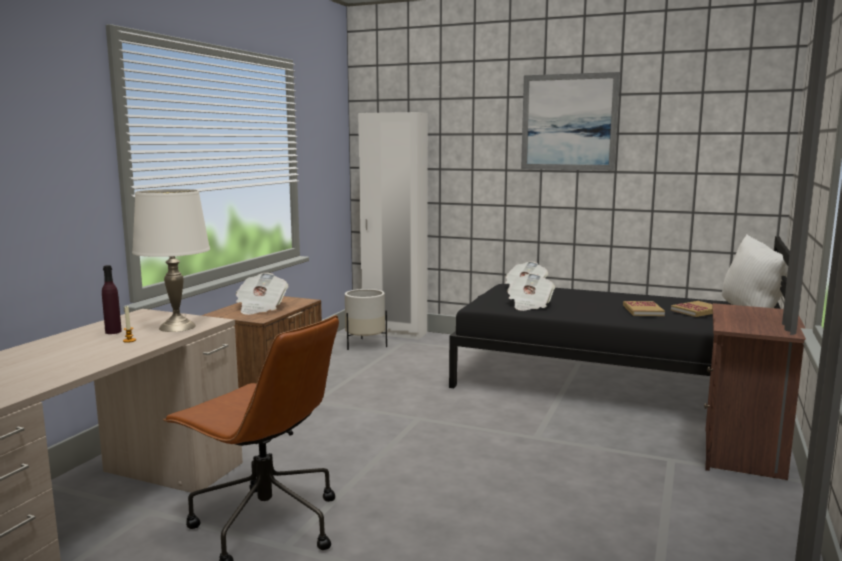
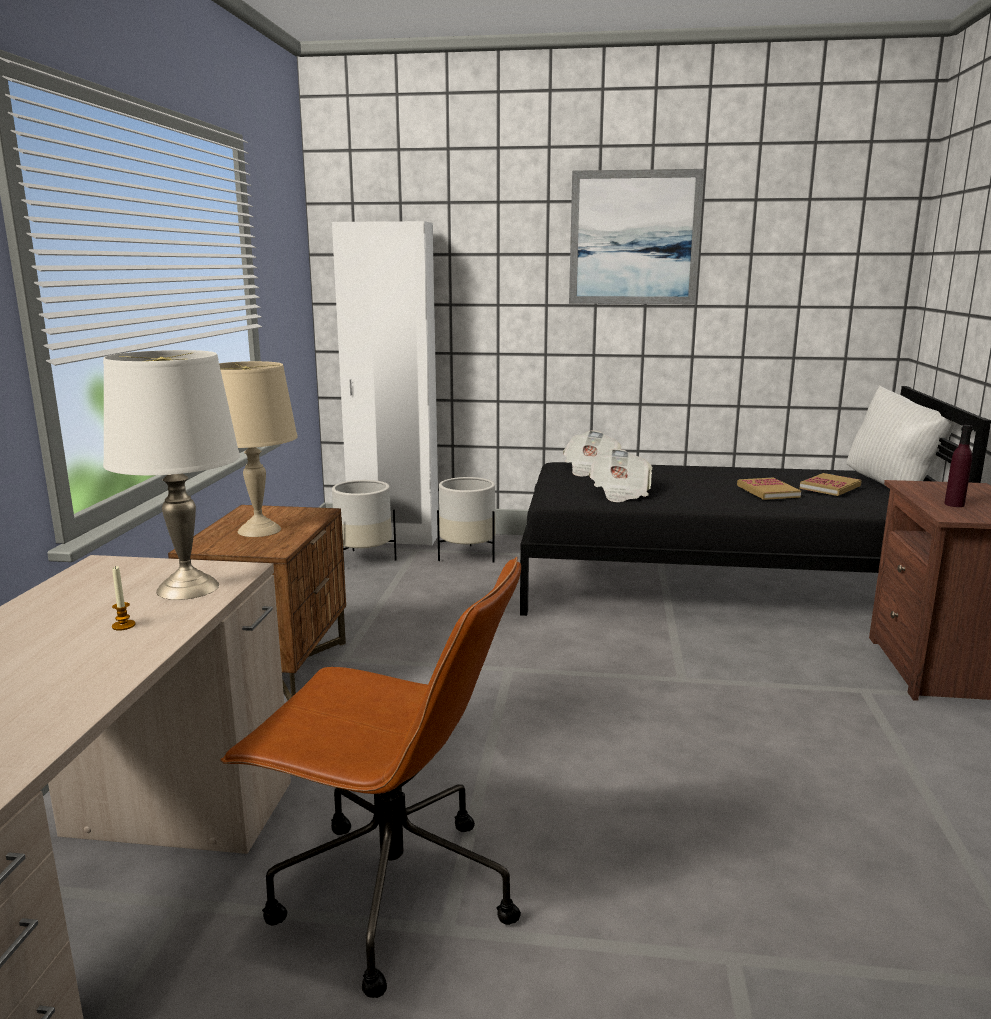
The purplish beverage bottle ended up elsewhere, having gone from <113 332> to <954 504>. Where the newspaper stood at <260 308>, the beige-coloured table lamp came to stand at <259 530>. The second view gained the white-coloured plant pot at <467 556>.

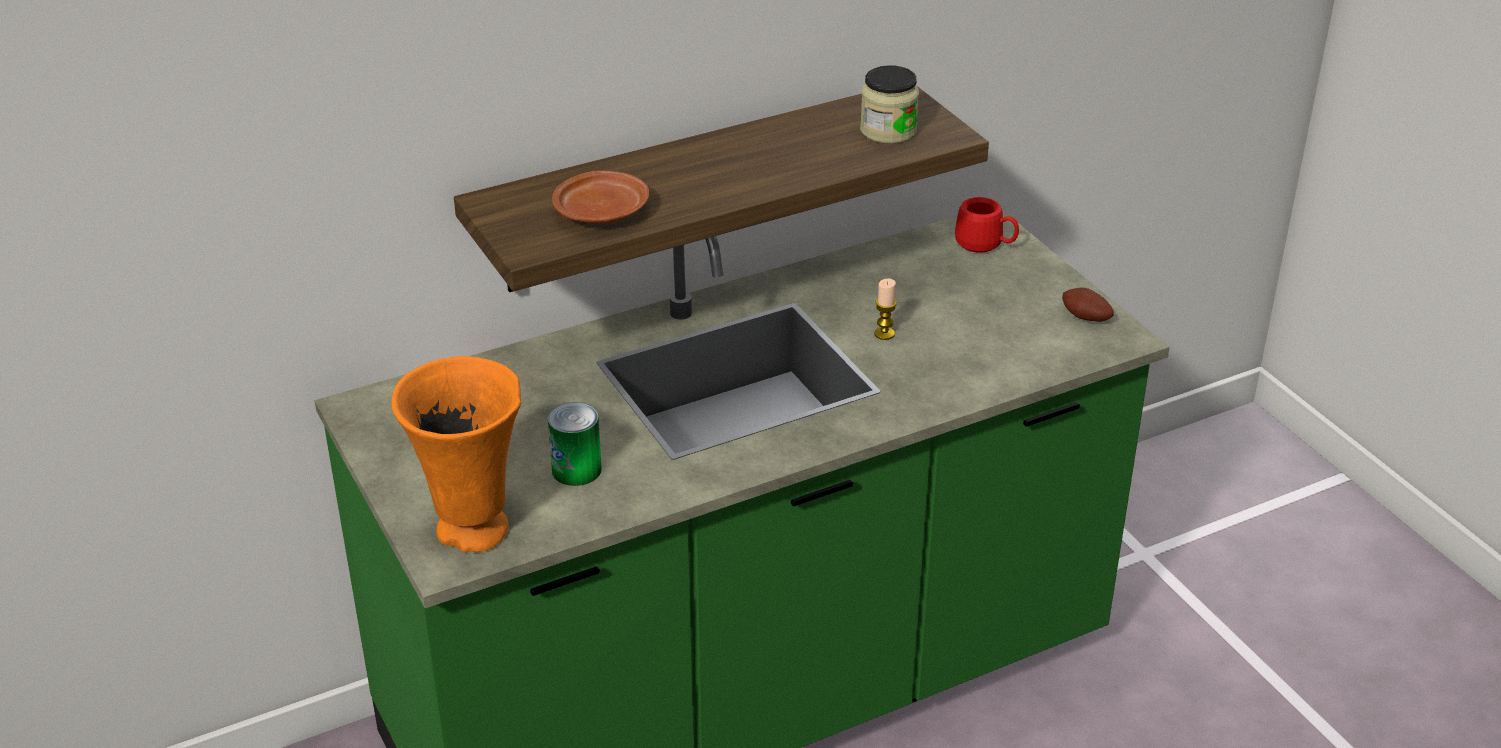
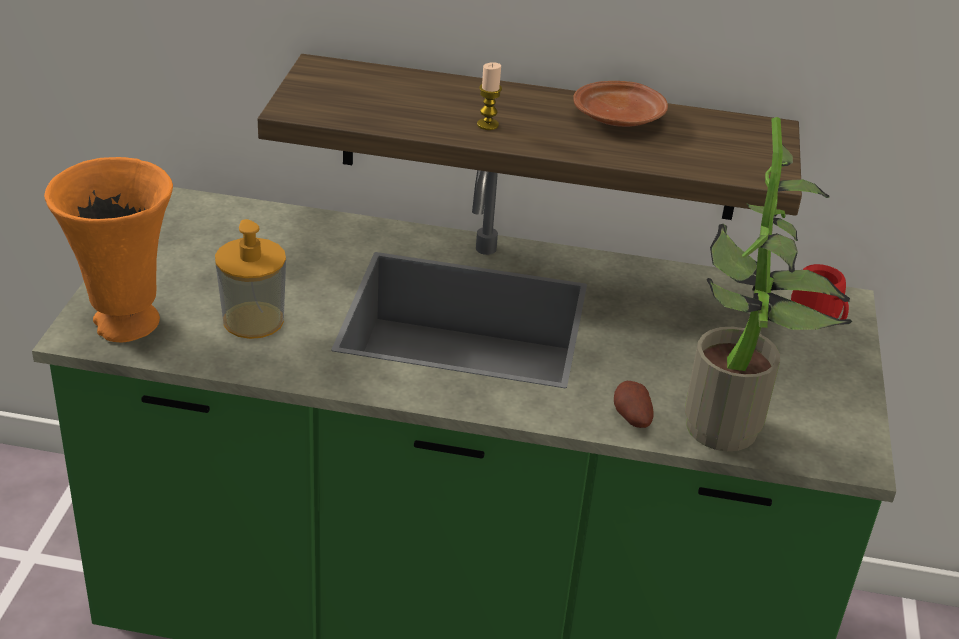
Where the can stood at <576 470>, the soap dispenser came to stand at <253 320>. The brownish dinner plate ended up elsewhere, having gone from <602 212> to <619 118>. The second view lost the preserve jar at <888 131>. The wax candle ended up elsewhere, having gone from <884 334> to <487 125>. The spud ended up elsewhere, having gone from <1085 319> to <630 418>. The second view gained the potted plant at <734 430>.

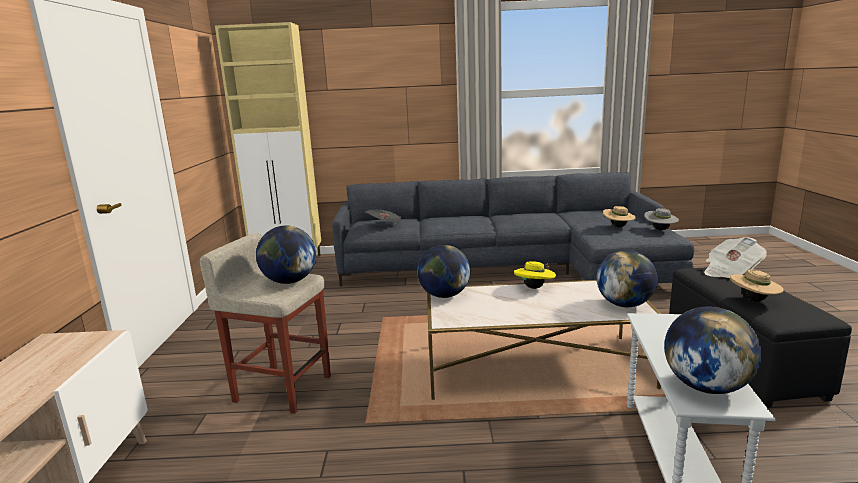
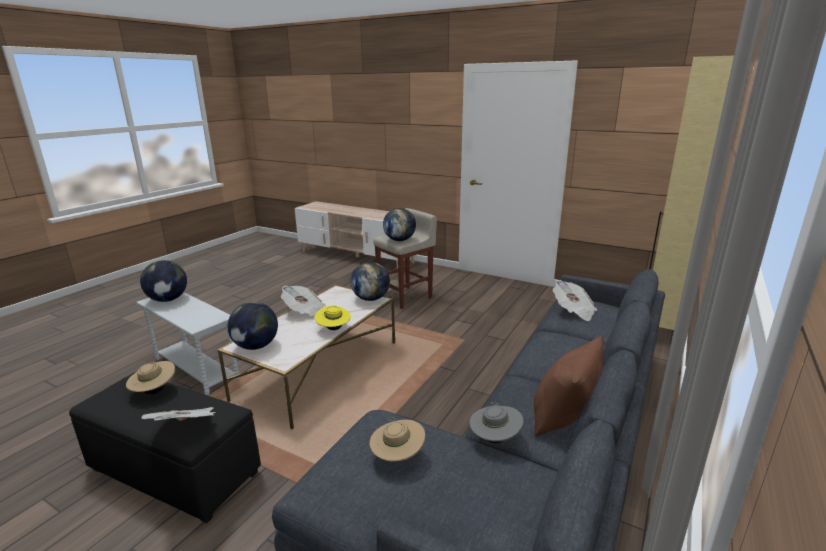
The greyish wearable hat ended up elsewhere, having gone from <660 229> to <494 438>. The second view gained the newspaper at <305 311>. The second view gained the brownish throw pillow at <564 417>.

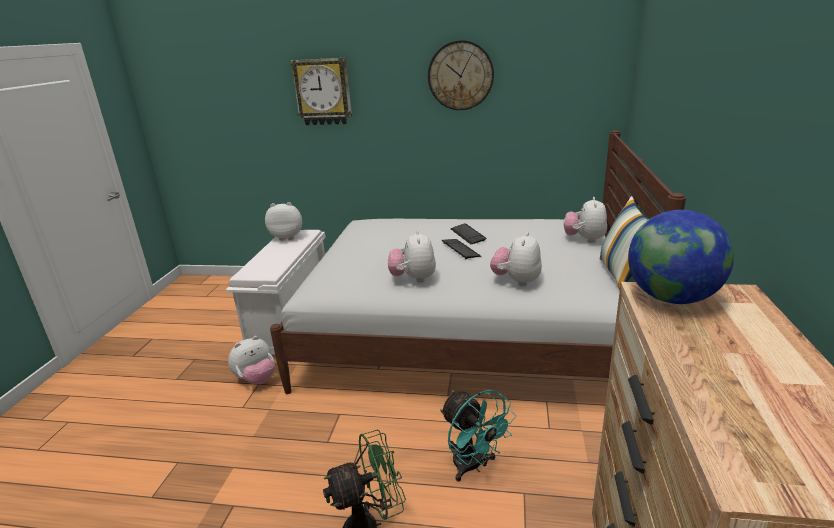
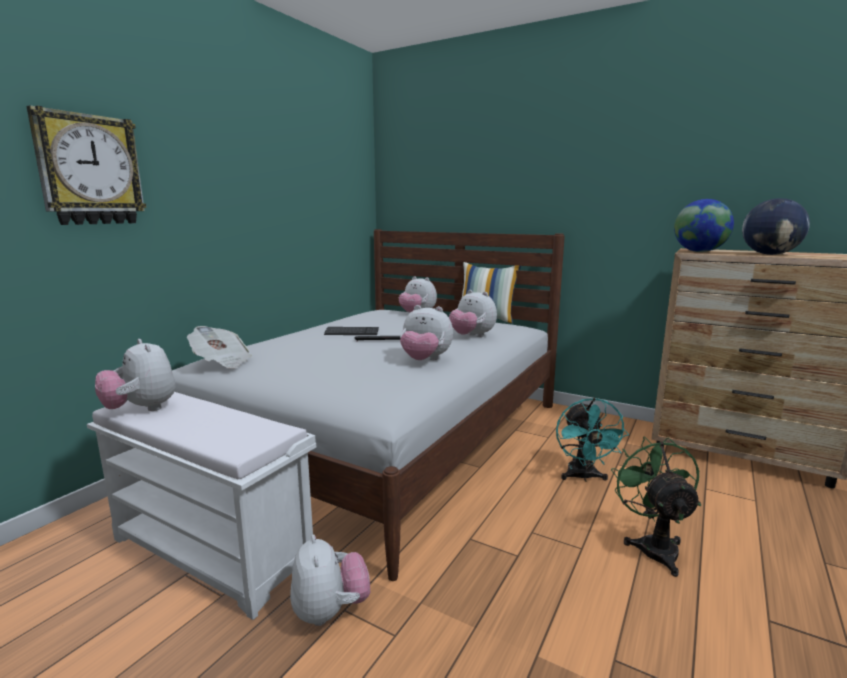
The plush toy at <287 237> ended up facing another way, 60 degrees counterclockwise from before. The second view lost the clock on the wall at <460 75>. The blue-green electric fan at <473 466> ended up facing another way, 105 degrees clockwise from before. The second view gained the newspaper at <221 362>. The second view gained the desk globe at <770 254>.

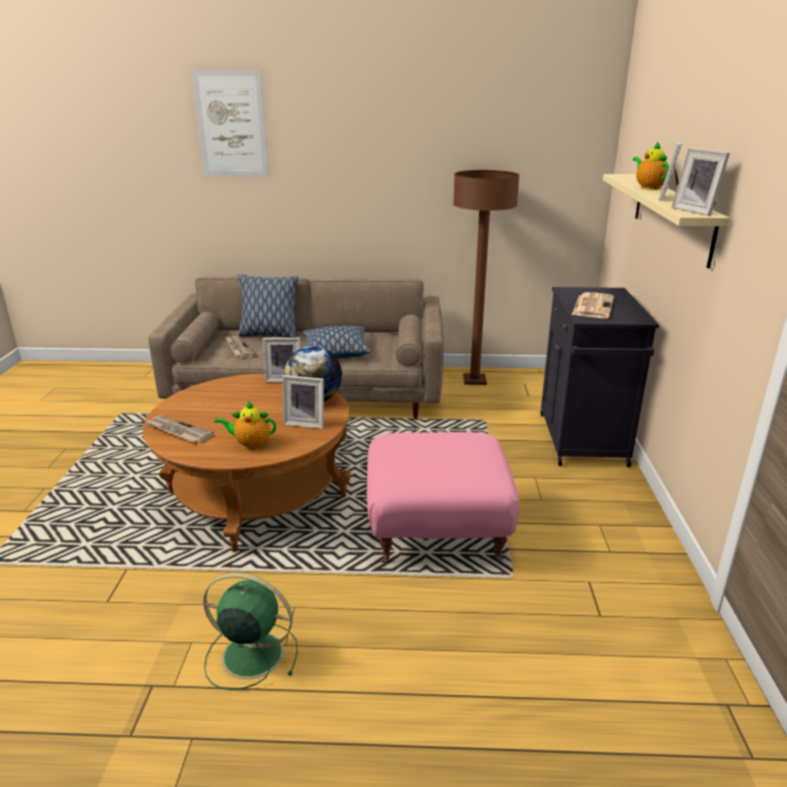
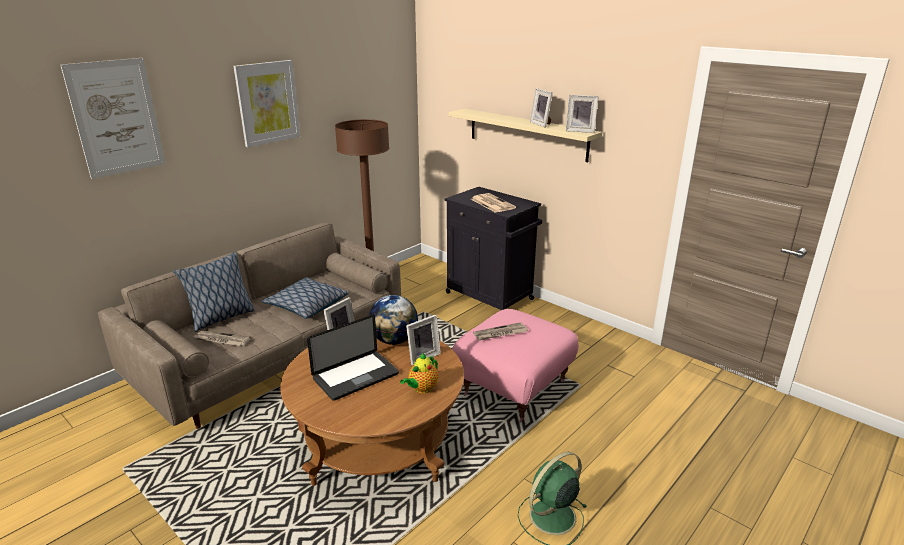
The newspaper ended up elsewhere, having gone from <177 431> to <500 333>. The second view lost the teapot at <648 187>. The second view gained the wall picture at <267 103>. The second view gained the laptop at <356 376>.

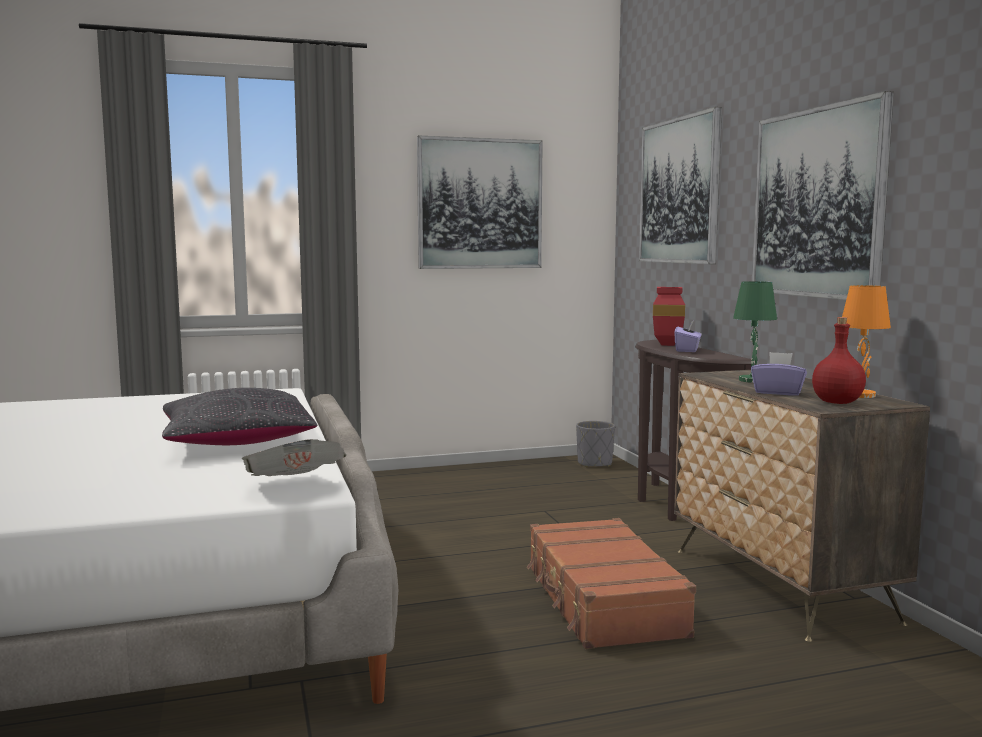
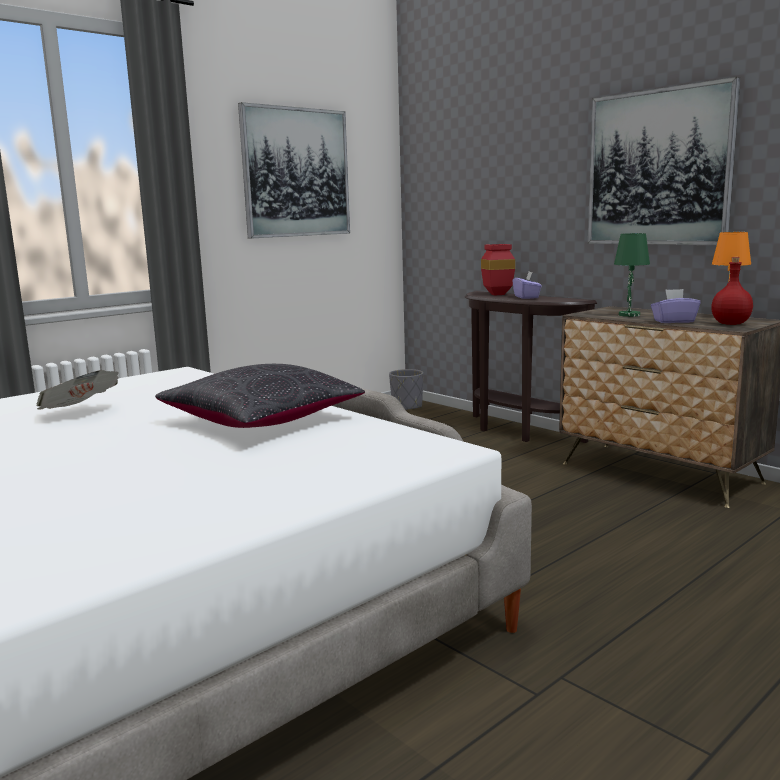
The newspaper ended up elsewhere, having gone from <295 487> to <80 412>. The second view lost the brownish travel case at <602 601>. The second view lost the wall picture at <679 191>.

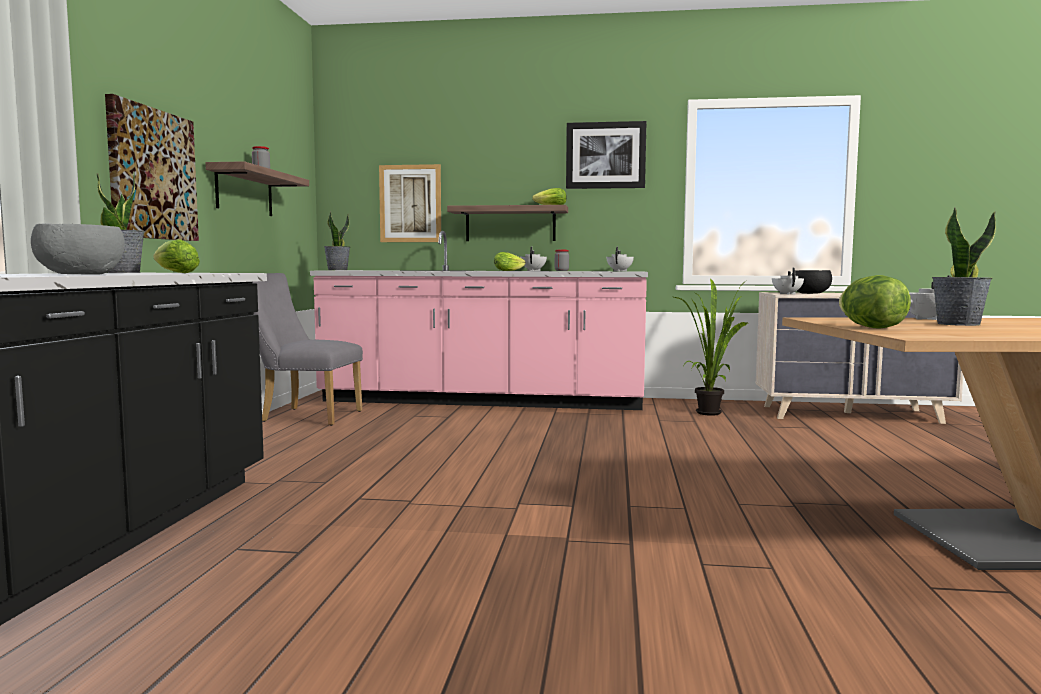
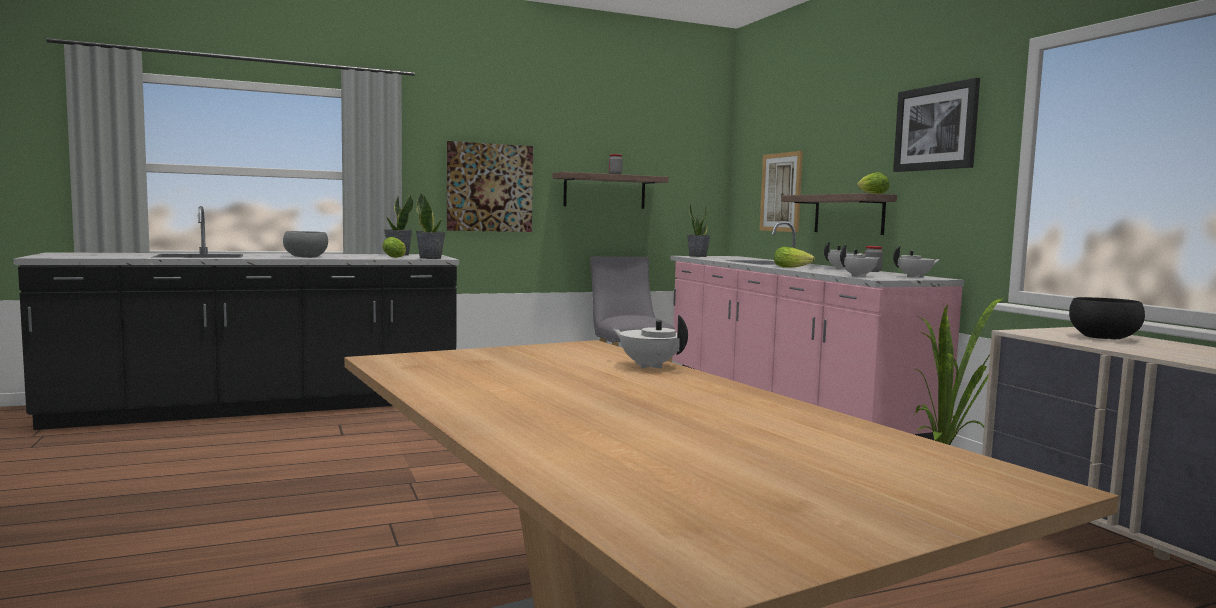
The white-coloured teapot ended up elsewhere, having gone from <787 294> to <859 276>. The second view lost the lettuce at <871 327>. The potted plant ended up elsewhere, having gone from <957 324> to <430 258>.

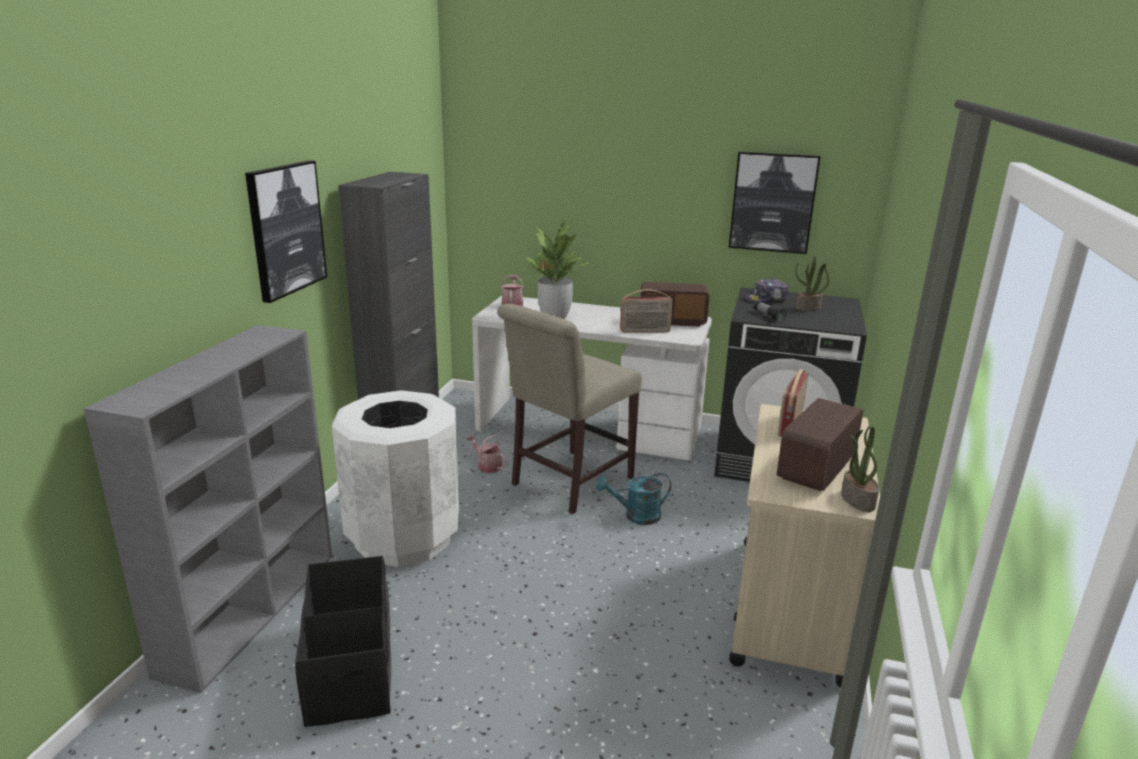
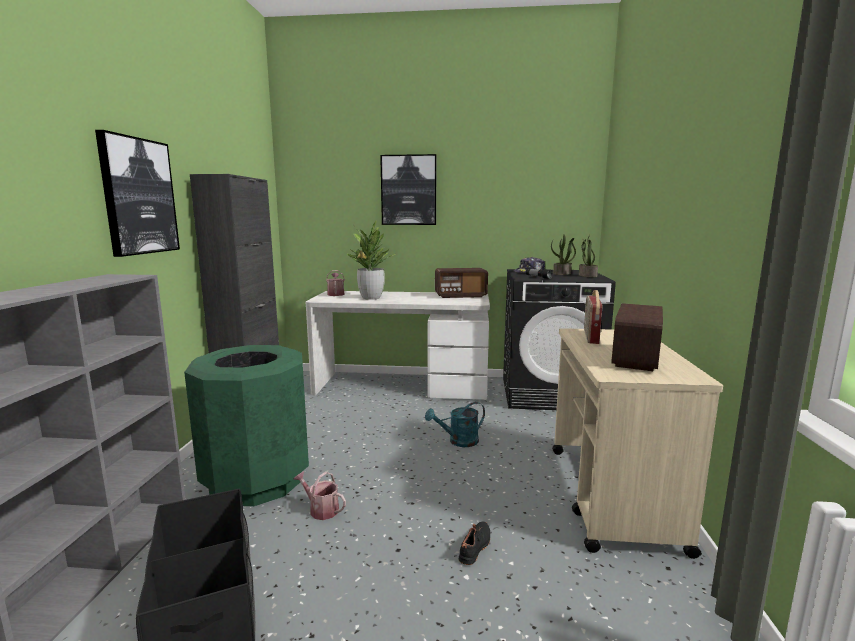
What was the white-coloured rubbish bin at <404 537> turned into the green rubbish bin at <257 480>. The watering can ended up elsewhere, having gone from <487 466> to <321 509>. The second view lost the beige-coloured upright chair at <567 483>. The second view lost the radio at <645 331>. The wall picture ended up elsewhere, having gone from <773 202> to <409 190>. The potted plant ended up elsewhere, having gone from <856 500> to <587 276>. The second view gained the blackish shoe at <476 548>.

